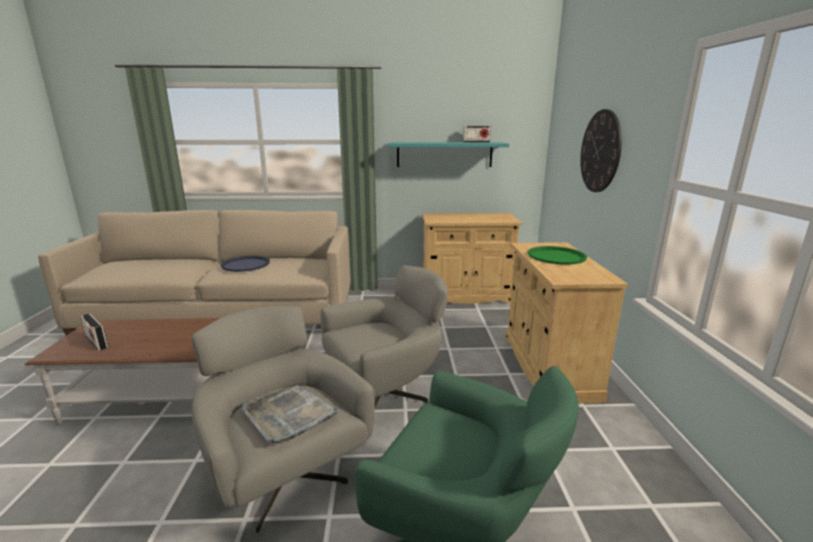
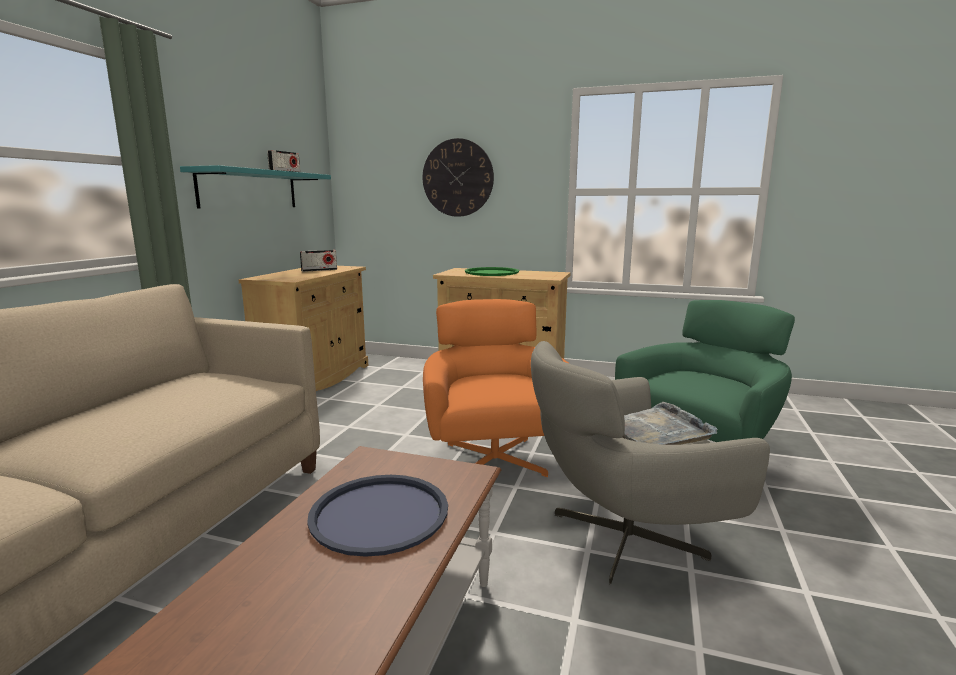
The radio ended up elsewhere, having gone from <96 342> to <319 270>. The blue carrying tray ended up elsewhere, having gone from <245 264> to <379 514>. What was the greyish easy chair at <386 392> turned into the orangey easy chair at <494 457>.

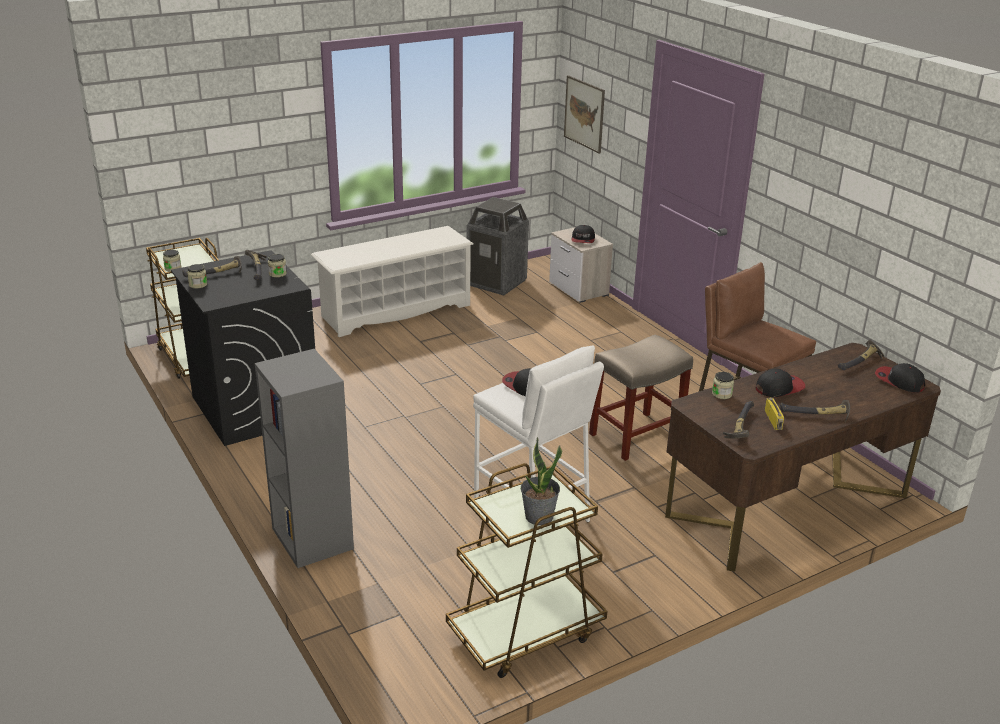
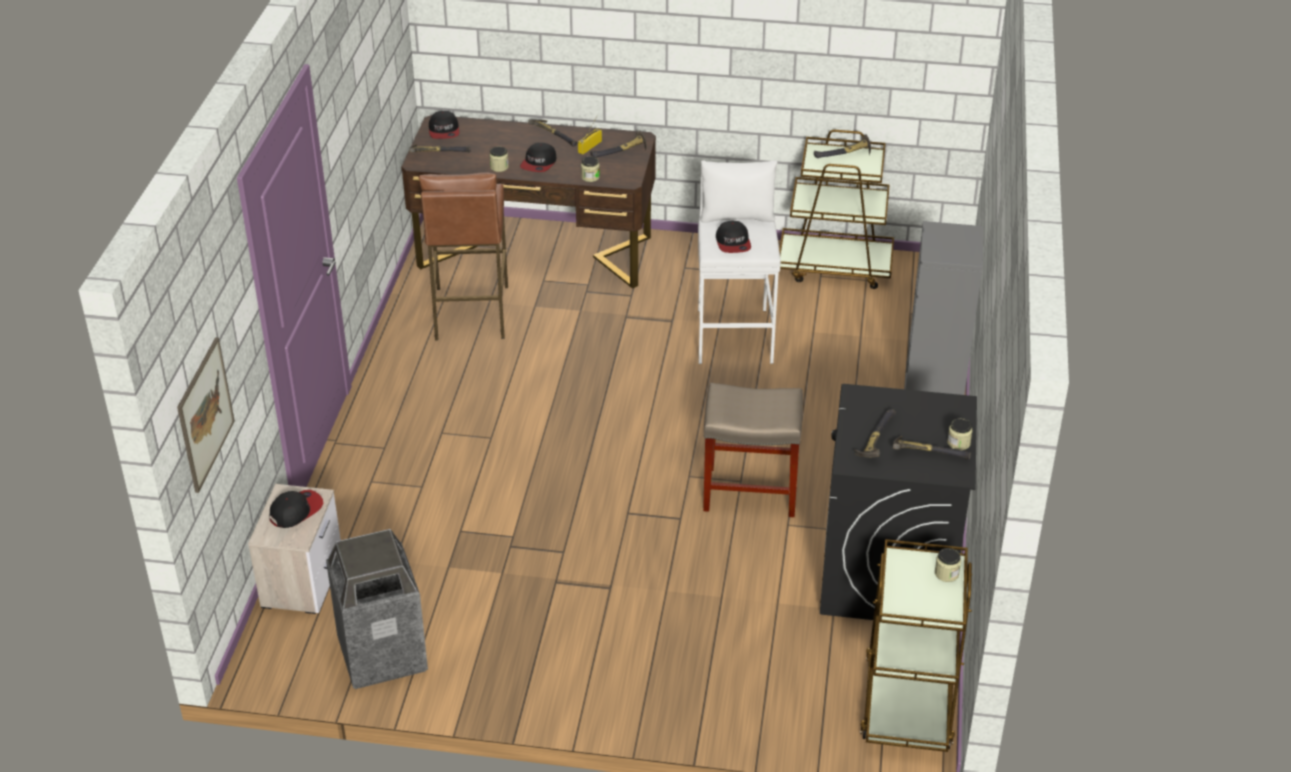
The preserve jar ended up elsewhere, having gone from <277 274> to <499 167>. The second view lost the white-coloured shoe stand at <395 311>. Where the potted plant stood at <539 517>, the tool hammer came to stand at <845 155>. The beige-coloured stool ended up elsewhere, having gone from <636 435> to <748 491>. The baseball cap at <779 388> ended up facing another way, 90 degrees counterclockwise from before.

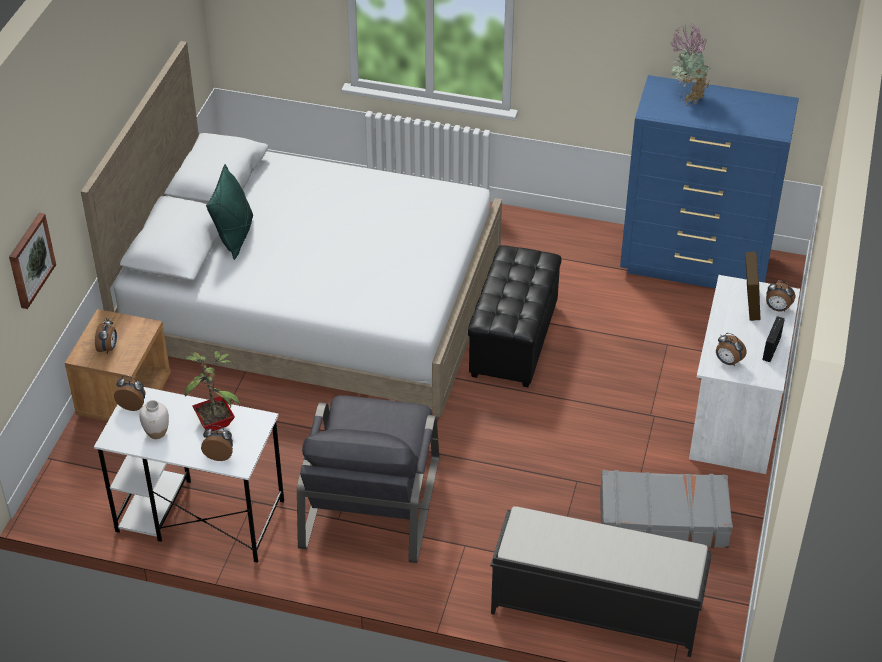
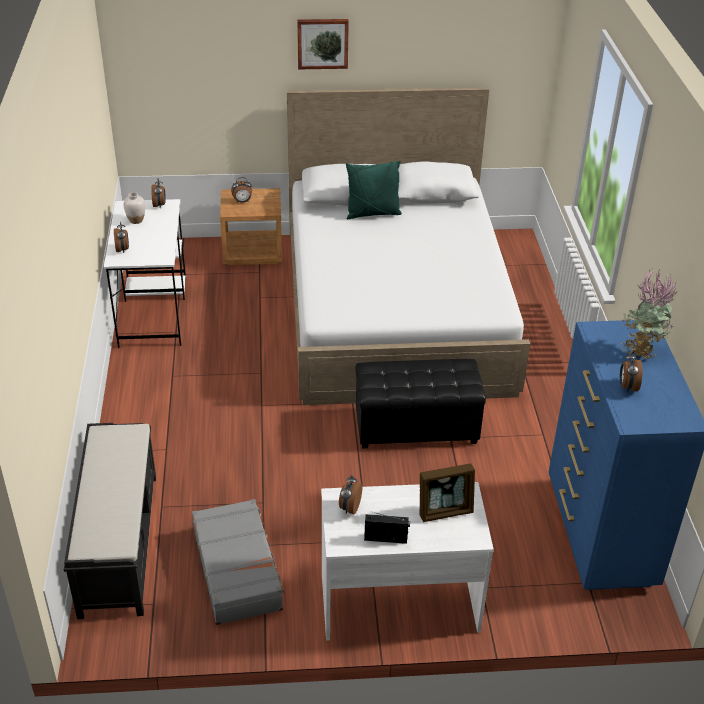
The wall picture ended up elsewhere, having gone from <30 260> to <322 43>. The second view lost the potted plant at <217 422>. The second view lost the greyish easy chair at <370 501>. The table clock ended up elsewhere, having gone from <777 308> to <627 387>.

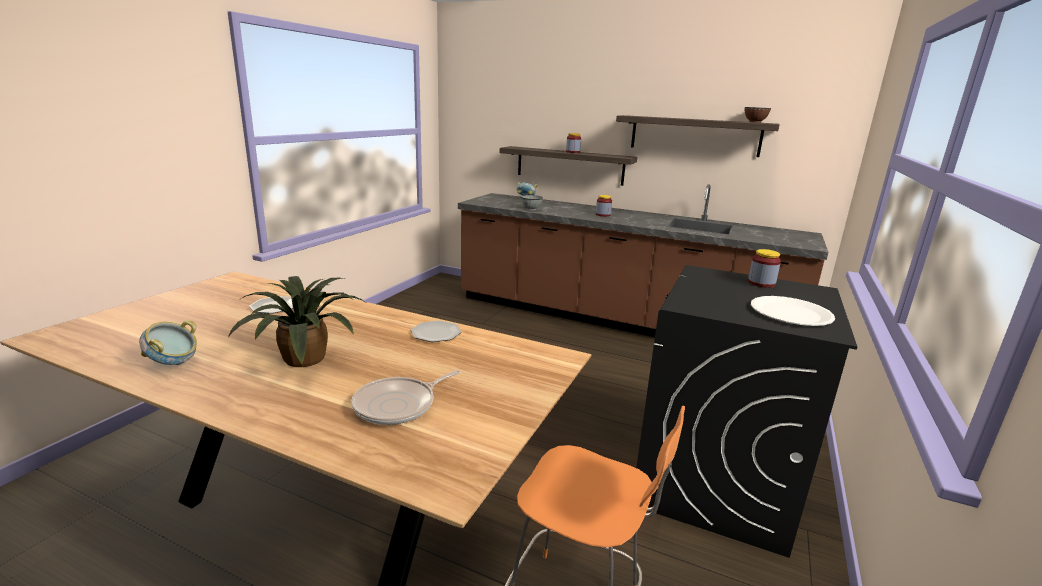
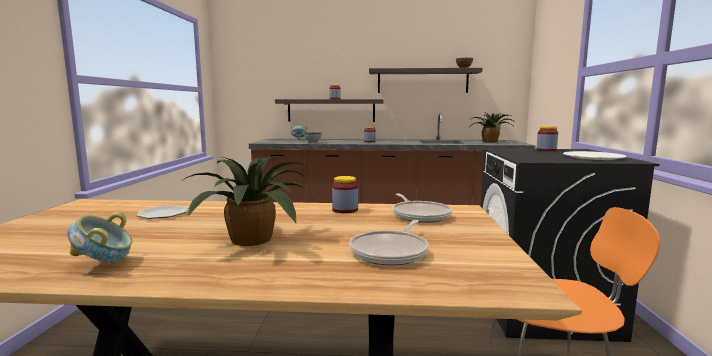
Where the dinner plate stood at <436 333>, the preserve jar came to stand at <345 210>. The second view gained the pan at <420 215>. The second view gained the potted plant at <491 142>.

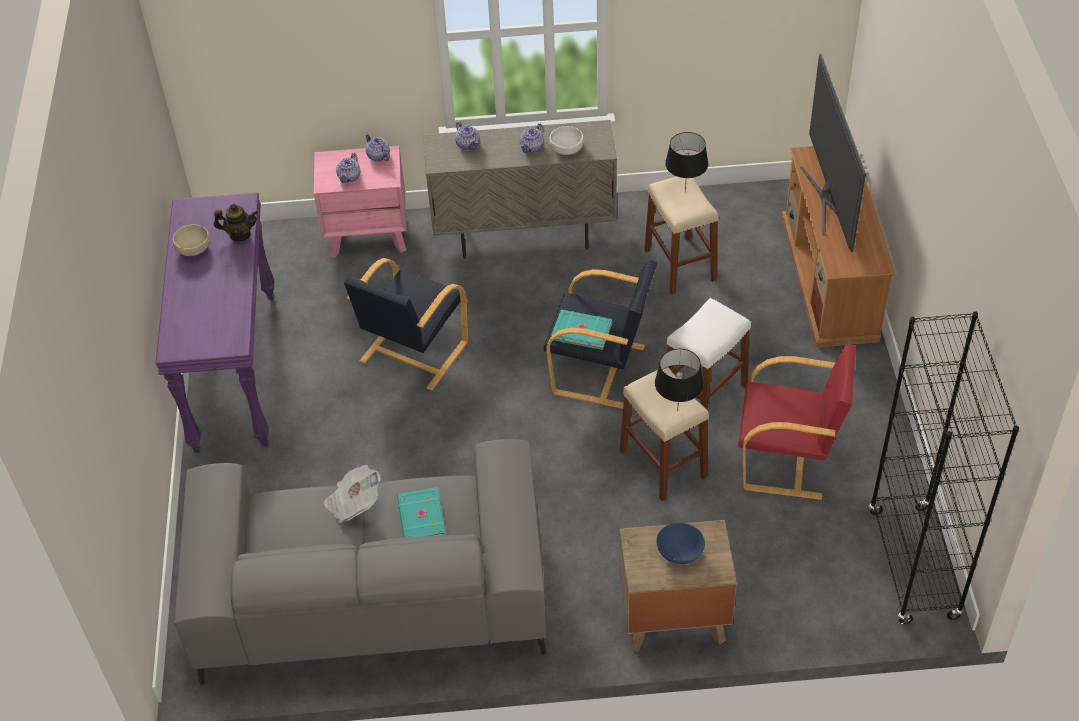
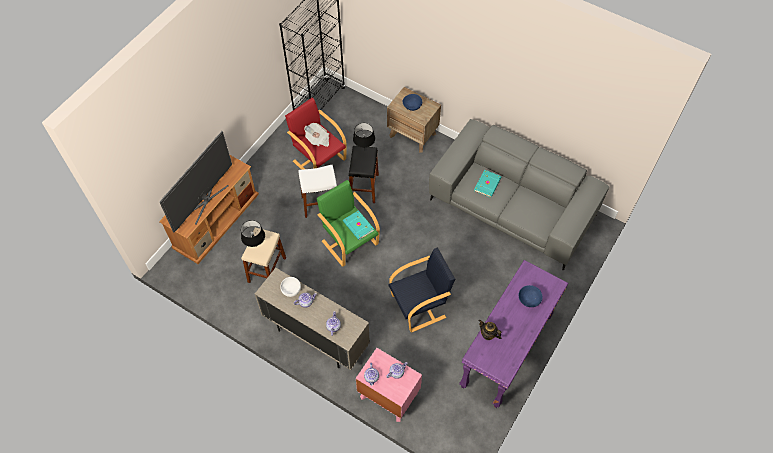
The second view lost the beige-coloured bowl at <194 248>. The newspaper ended up elsewhere, having gone from <354 503> to <318 139>. What was the blackish easy chair at <601 370> turned into the green easy chair at <349 241>. What was the beige-coloured stool at <662 463> turned into the blackish stool at <364 187>. The second view gained the blue bowl at <529 300>.

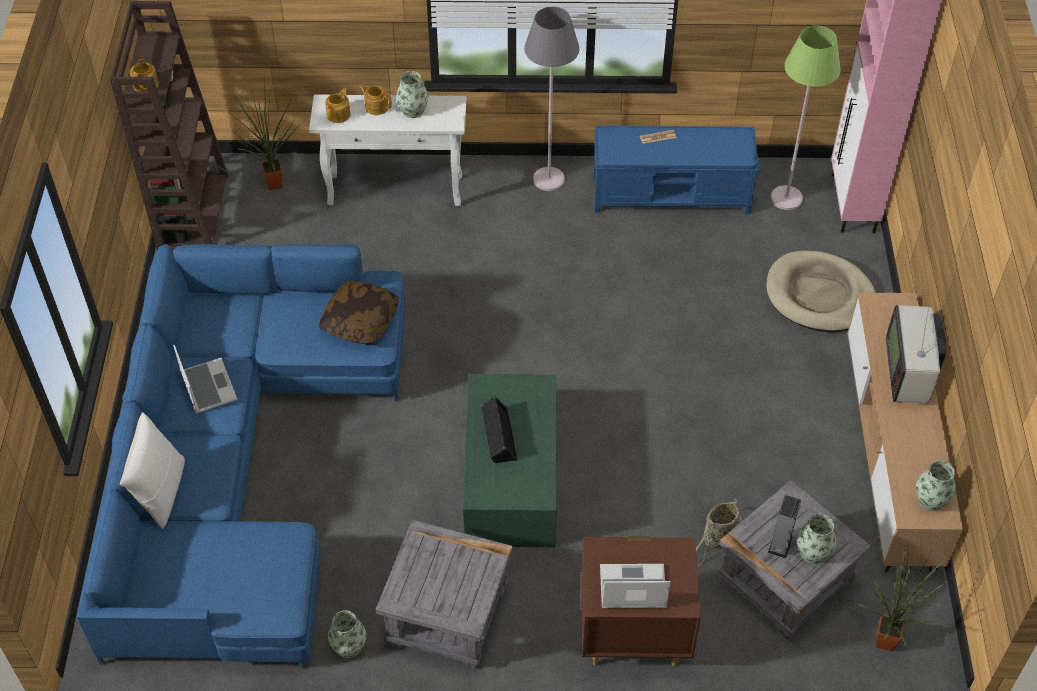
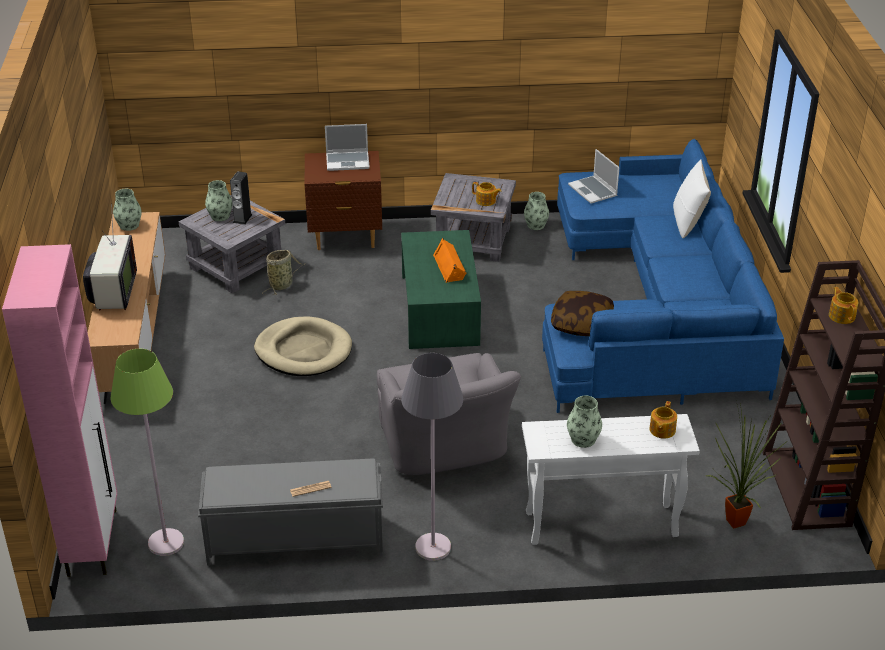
The laptop ended up elsewhere, having gone from <207 386> to <593 191>. The teapot ended up elsewhere, having gone from <376 106> to <486 201>. What was the blackish audio speaker at <497 435> turned into the orangey audio speaker at <450 267>. What was the blue long seat at <672 194> turned into the greyish long seat at <294 539>. The beige-coloured pet bed ended up elsewhere, having gone from <819 295> to <303 351>. The second view lost the potted plant at <888 644>. The second view gained the greyish easy chair at <444 447>.

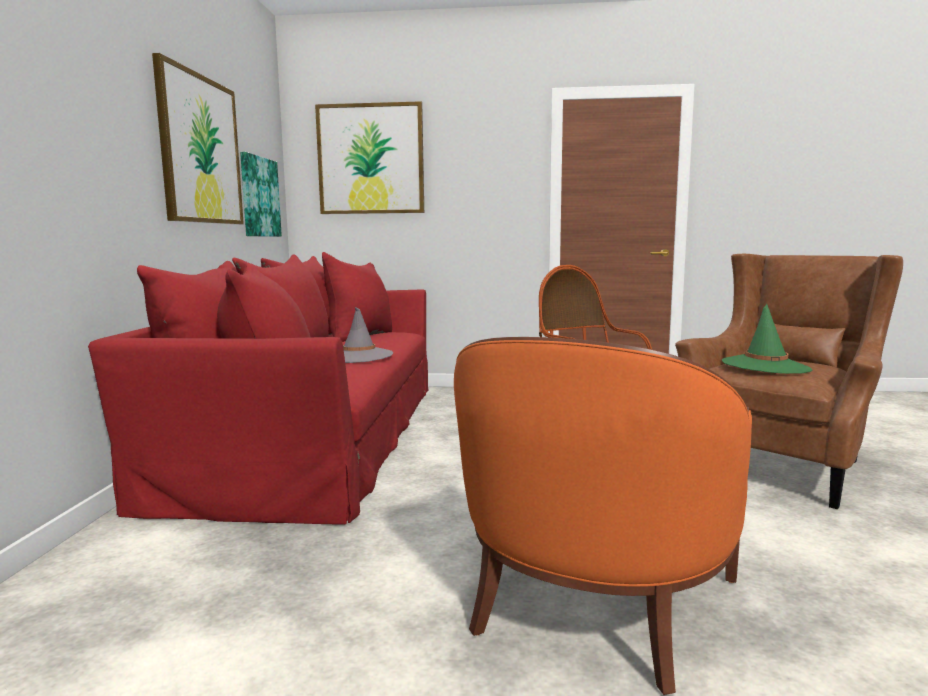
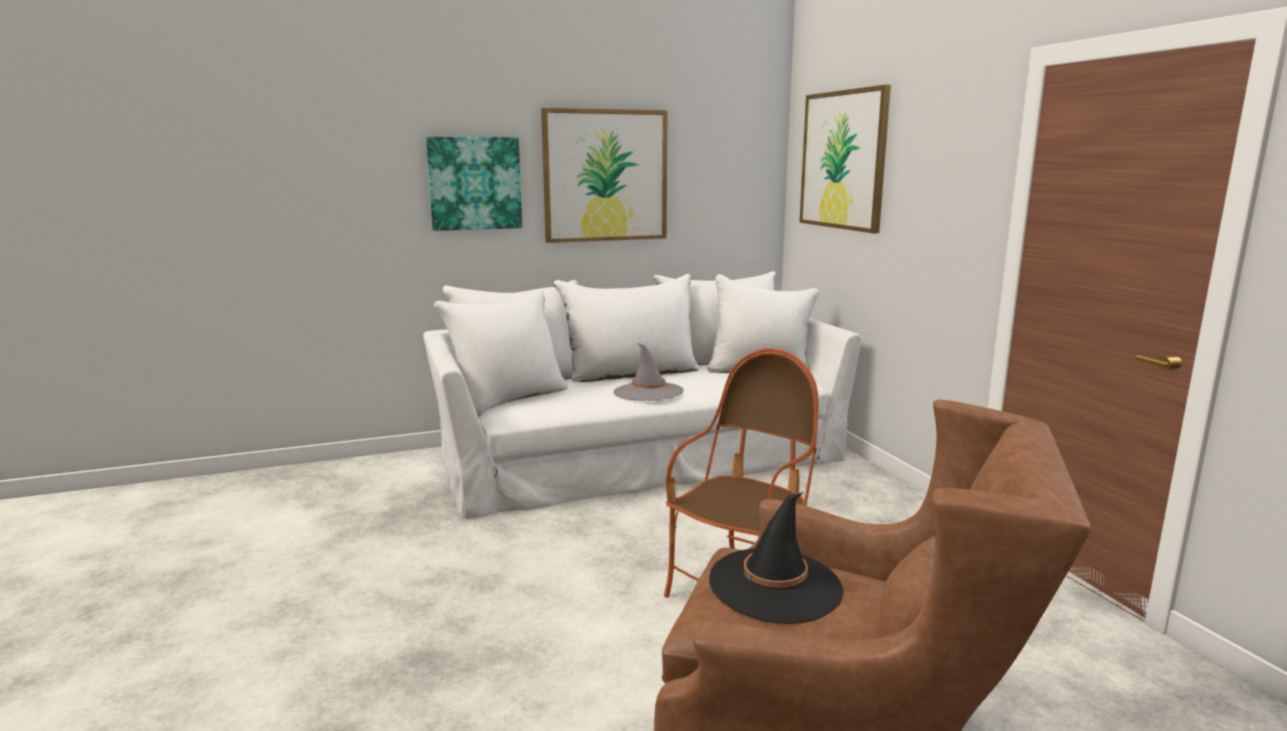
What was the red settee at <318 435> turned into the white-coloured settee at <640 455>. The wall picture ended up elsewhere, having gone from <259 197> to <475 183>. The second view lost the orangey easy chair at <593 600>. What was the green wearable hat at <765 366> turned into the blackish wearable hat at <775 585>.

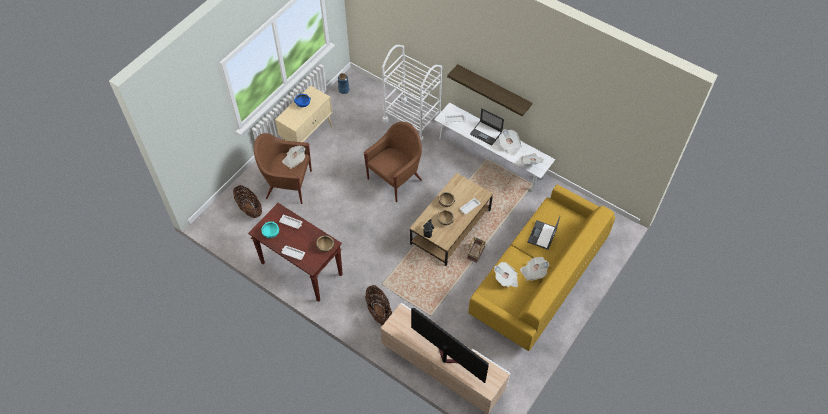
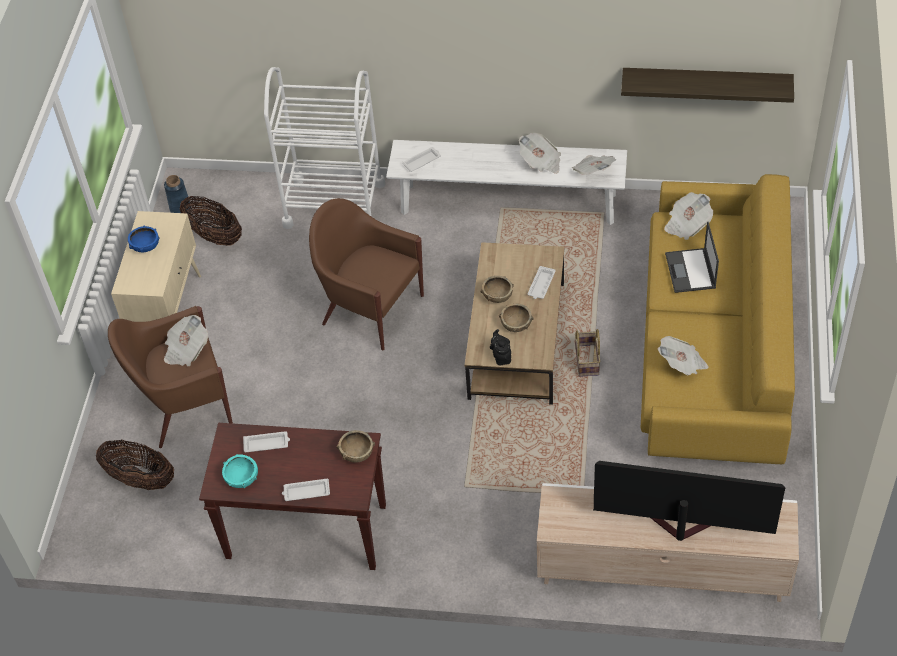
The brownish easy chair at <395 179> ended up facing another way, 75 degrees counterclockwise from before. The storage basket ended up elsewhere, having gone from <379 311> to <215 236>. The wall shelf ended up elsewhere, having gone from <493 89> to <706 83>. The second view lost the laptop at <486 133>. The newspaper ended up elsewhere, having gone from <533 272> to <687 224>.

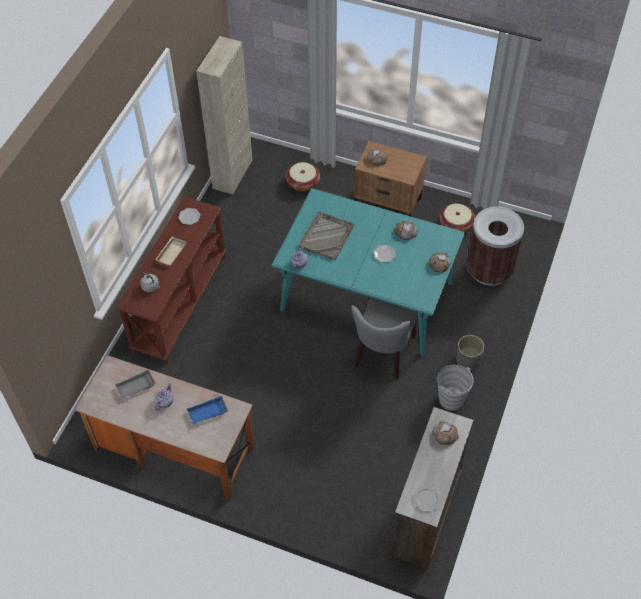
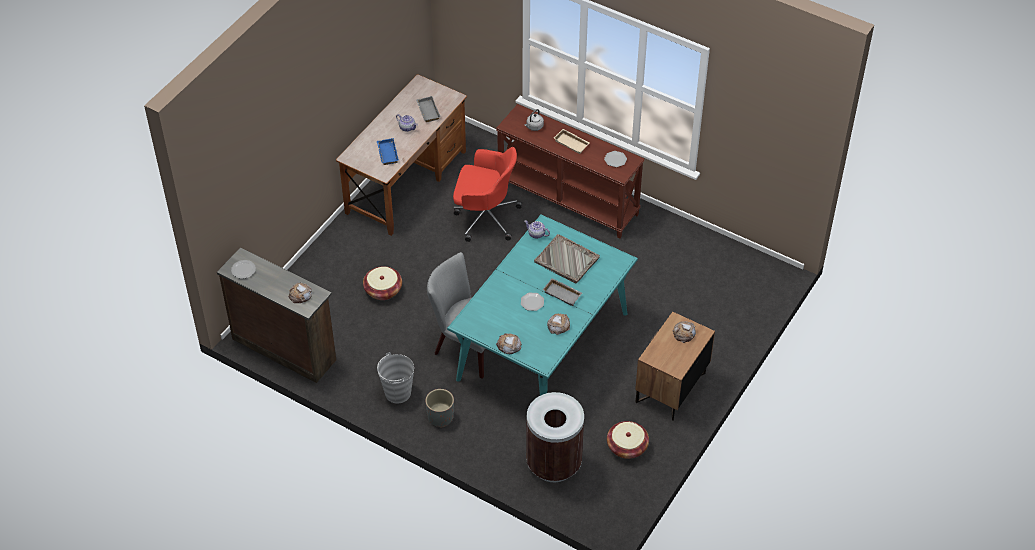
The second view lost the beige-coloured cabinet at <233 174>. The storage basket ended up elsewhere, having gone from <303 183> to <383 290>. The second view gained the red computer chair at <485 217>. The second view gained the greyish carrying tray at <563 293>.

